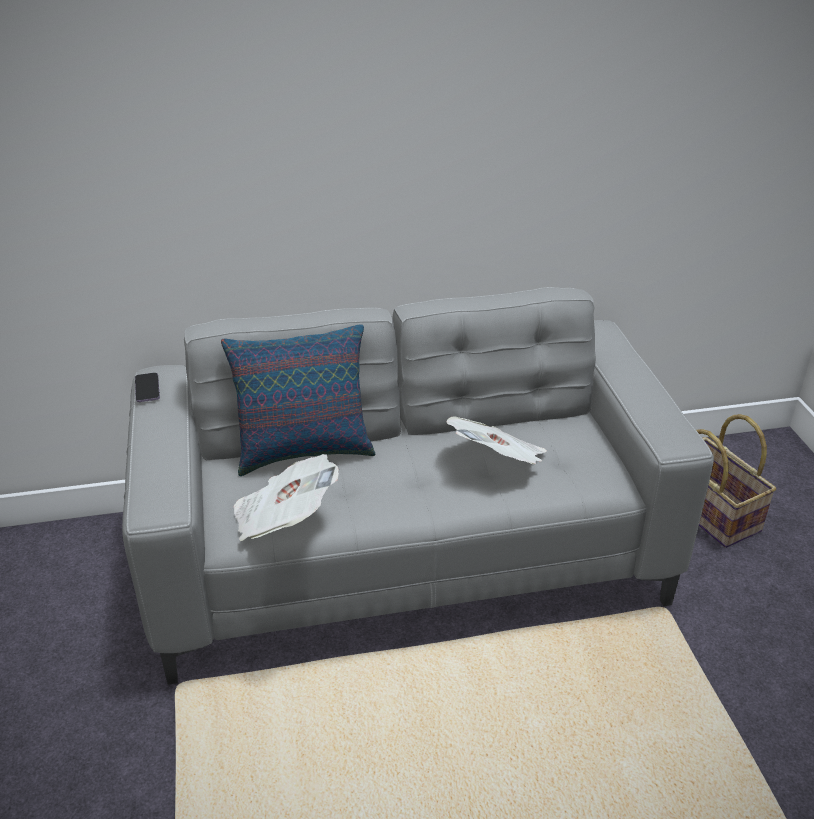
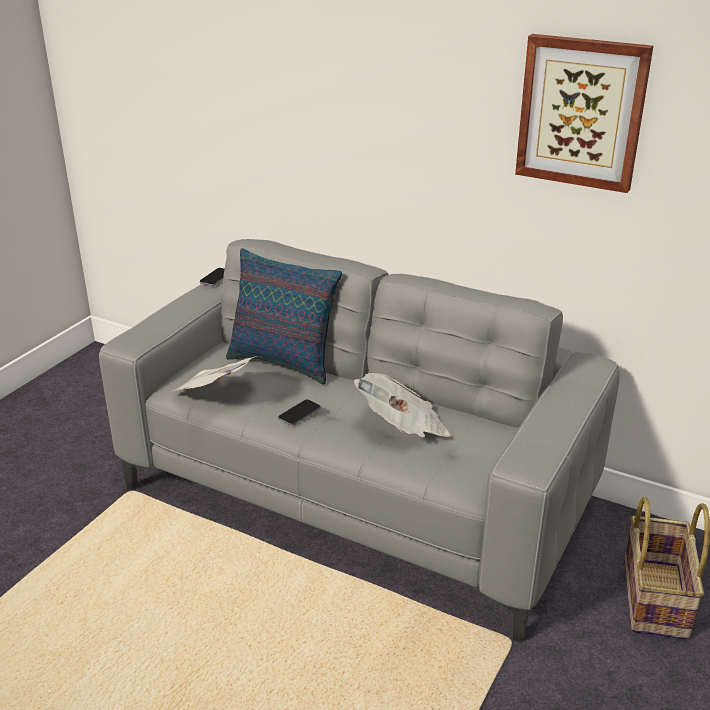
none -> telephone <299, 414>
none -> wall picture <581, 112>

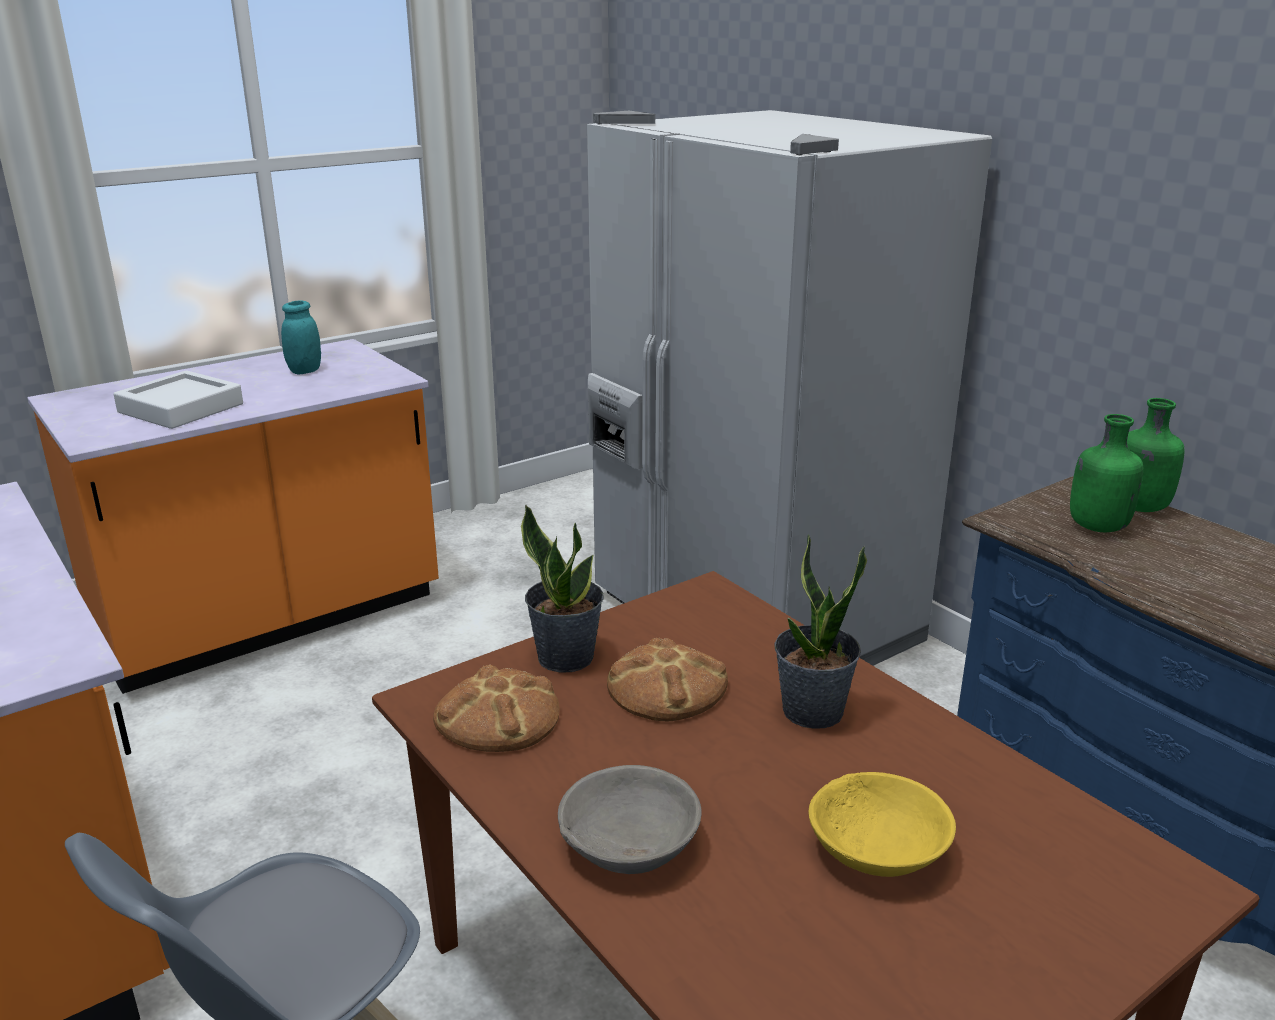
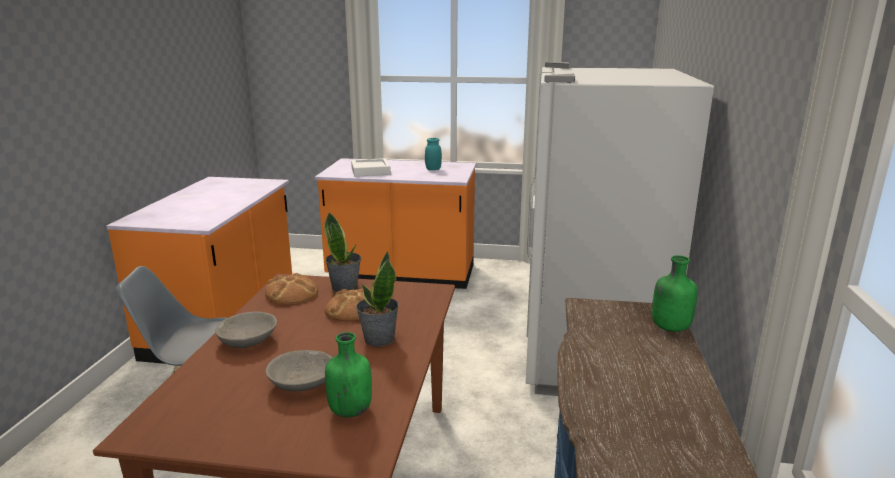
yellow deep dish <877, 849> -> grey deep dish <302, 383>
greenish beverage bottle <1096, 527> -> greenish beverage bottle <350, 410>, move

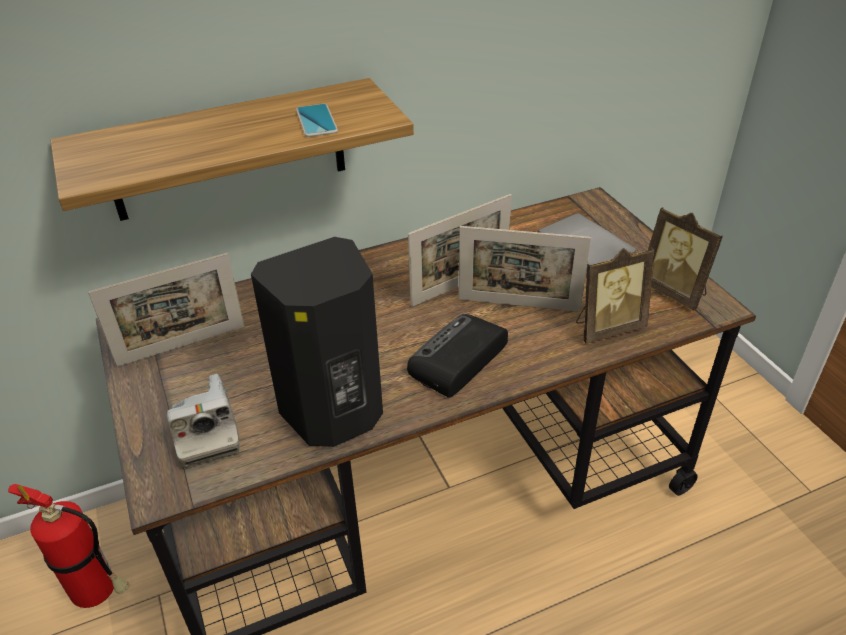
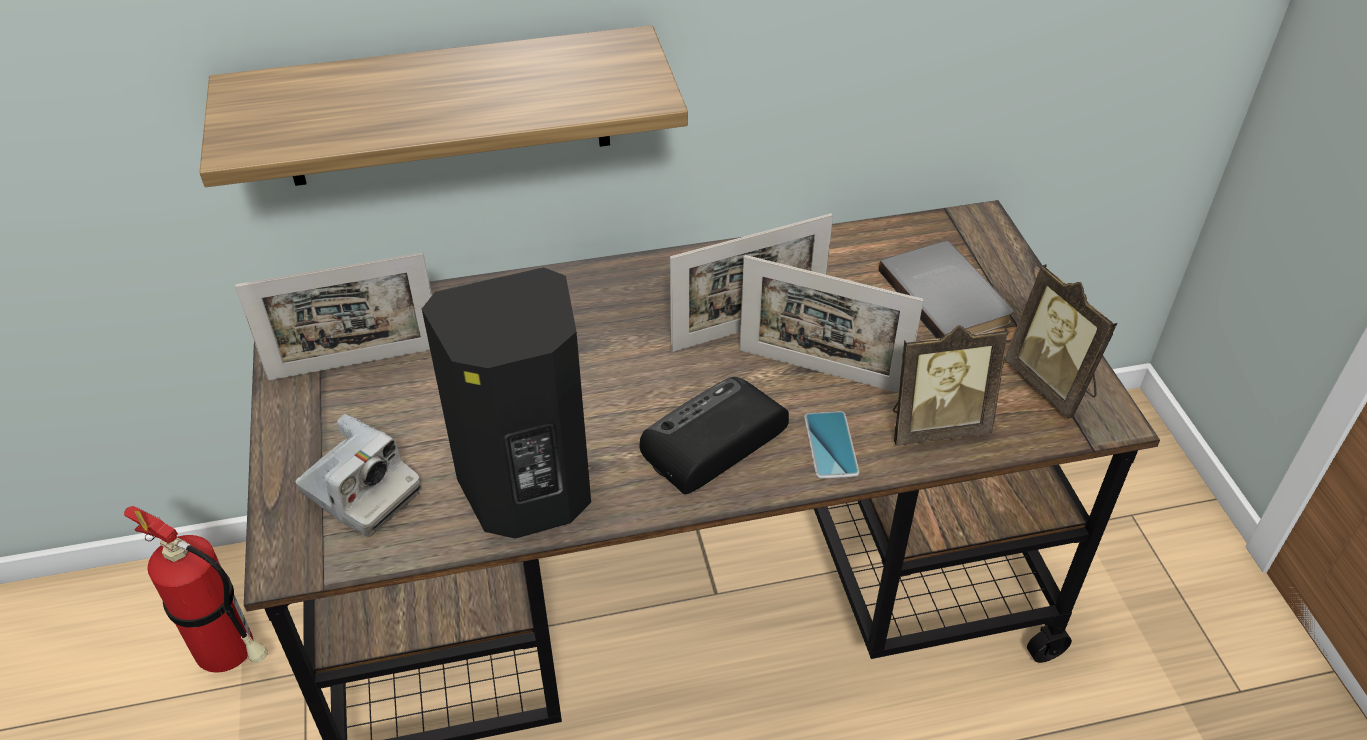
still camera <206, 434> -> still camera <360, 492>, 45 degrees counterclockwise
telephone <316, 121> -> telephone <830, 445>, move

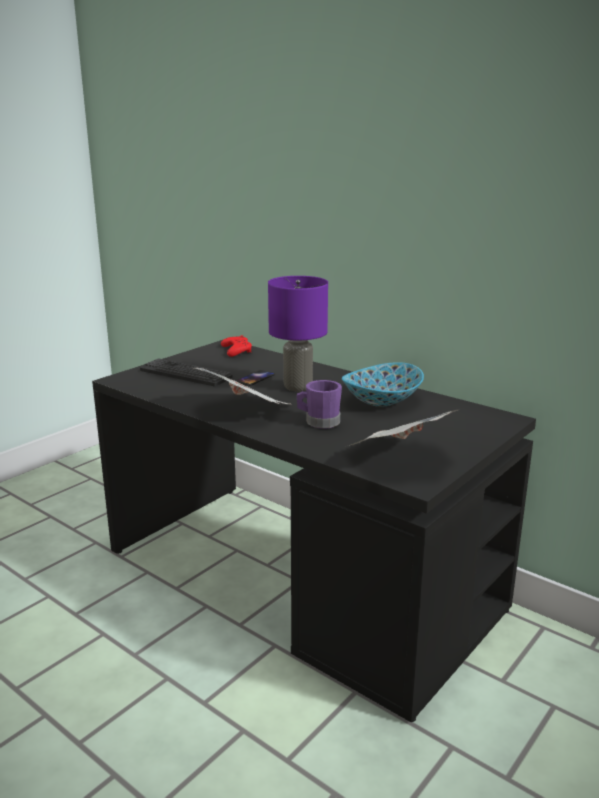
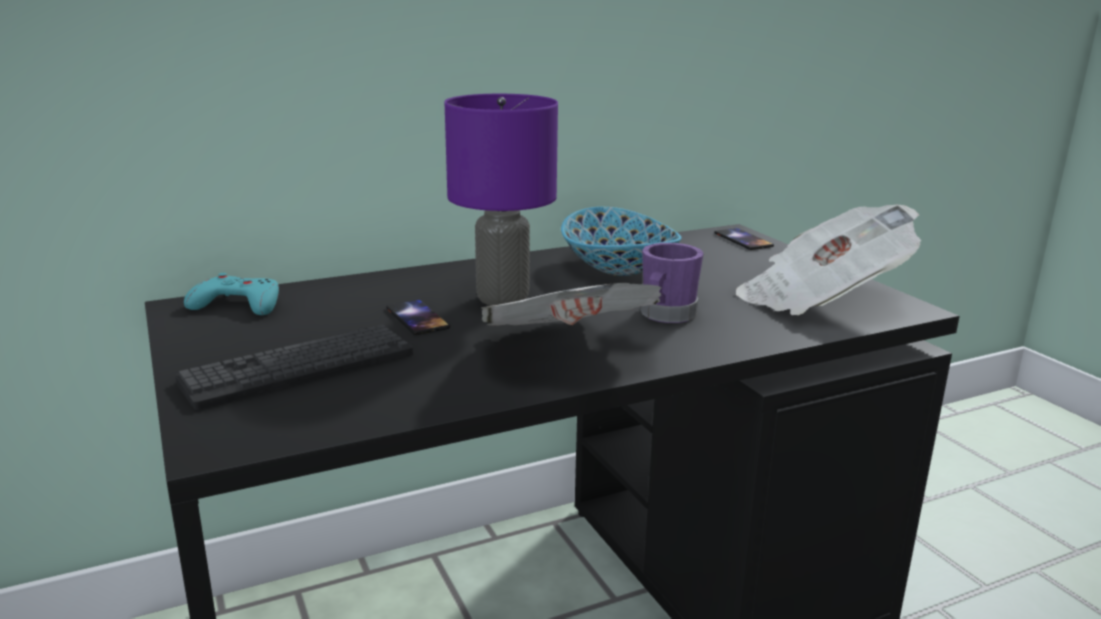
reddish game controller <236, 350> -> blue-green game controller <237, 304>
none -> telephone <743, 240>

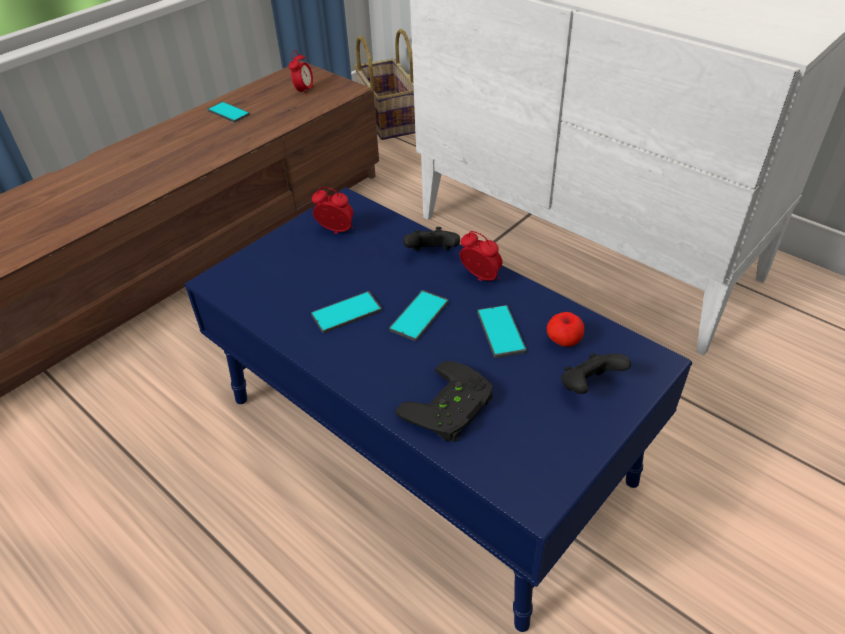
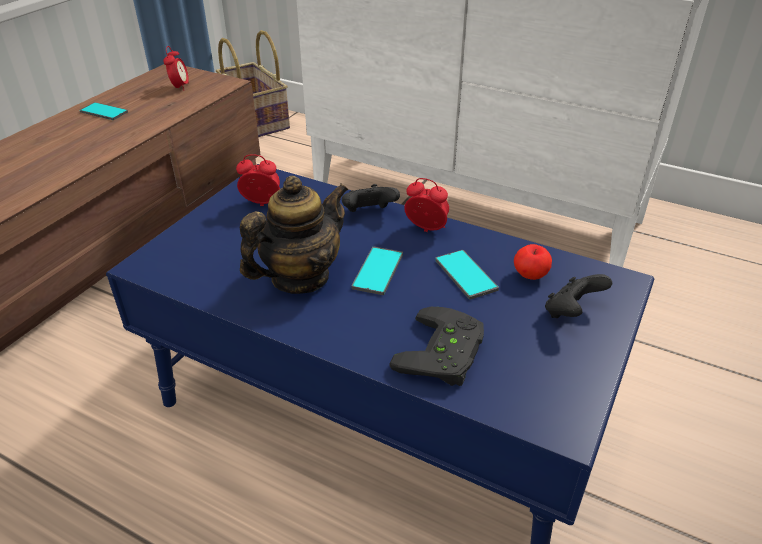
telephone <346, 312> -> tea pot <300, 278>

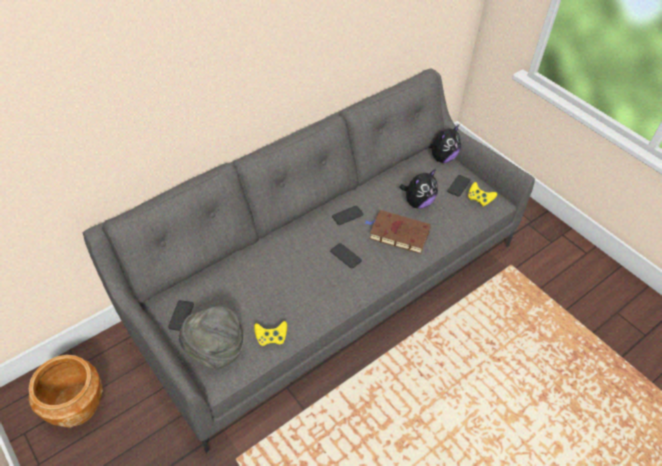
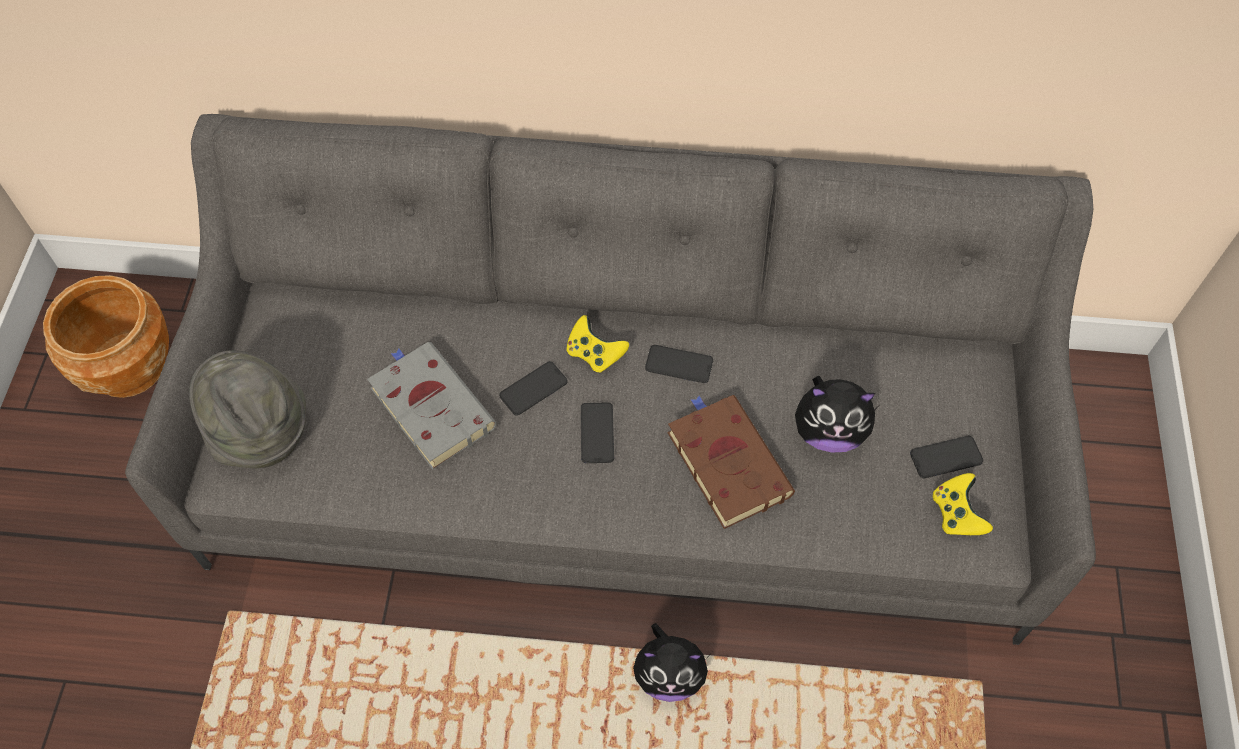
telephone <181, 315> -> telephone <533, 388>, move
yellow game controller <271, 338> -> yellow game controller <594, 354>, move
cuddly toy <442, 158> -> cuddly toy <669, 675>, move
none -> grey bound book <429, 406>

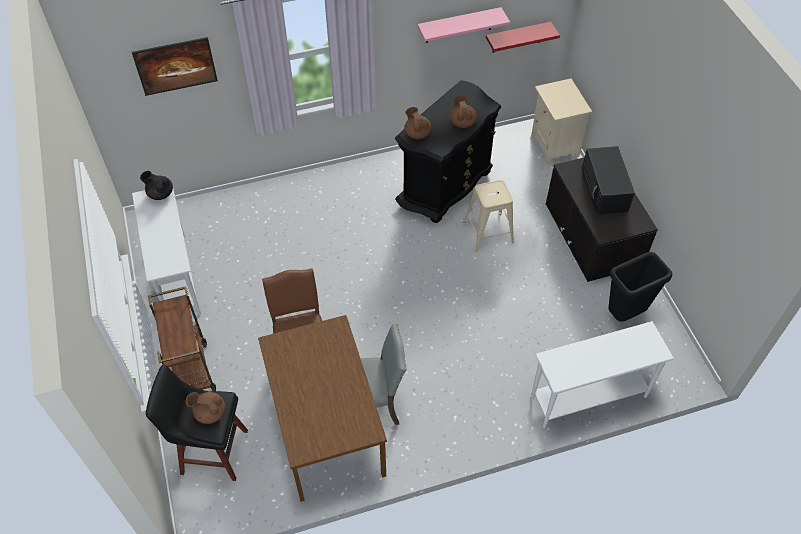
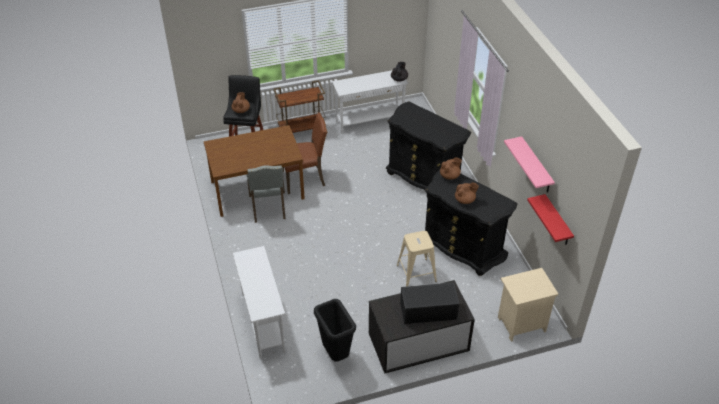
wall picture <178, 76> -> none
none -> black dresser <423, 178>

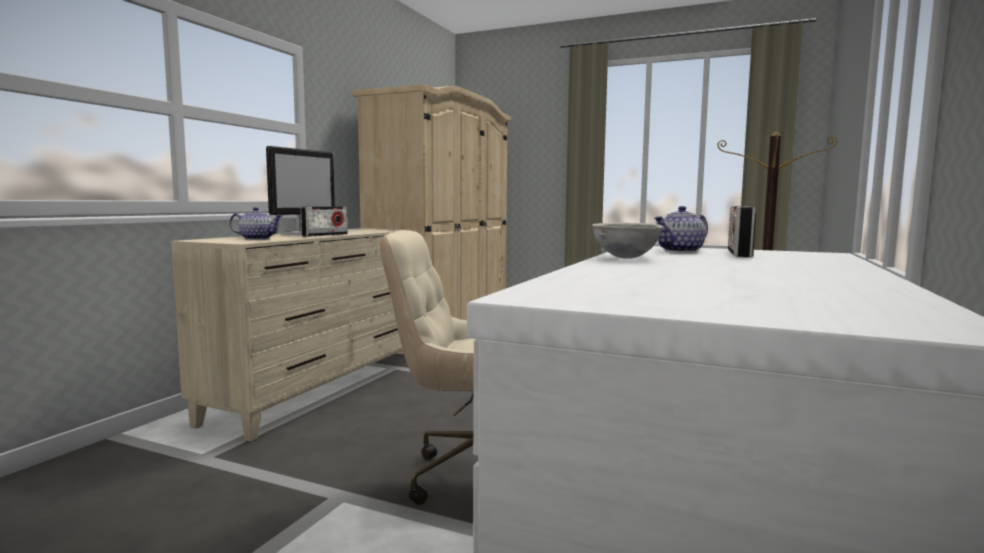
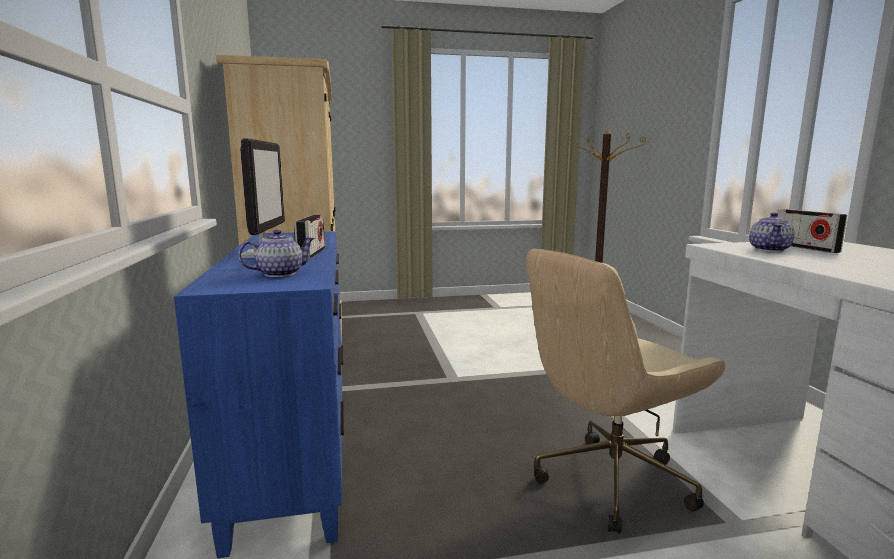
beige dresser <320, 389> -> bluish dresser <294, 441>
grey deep dish <626, 258> -> none

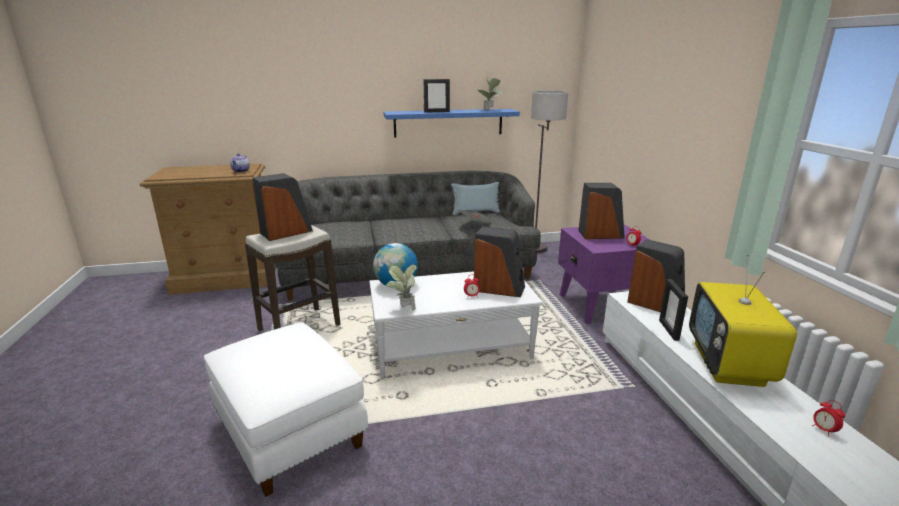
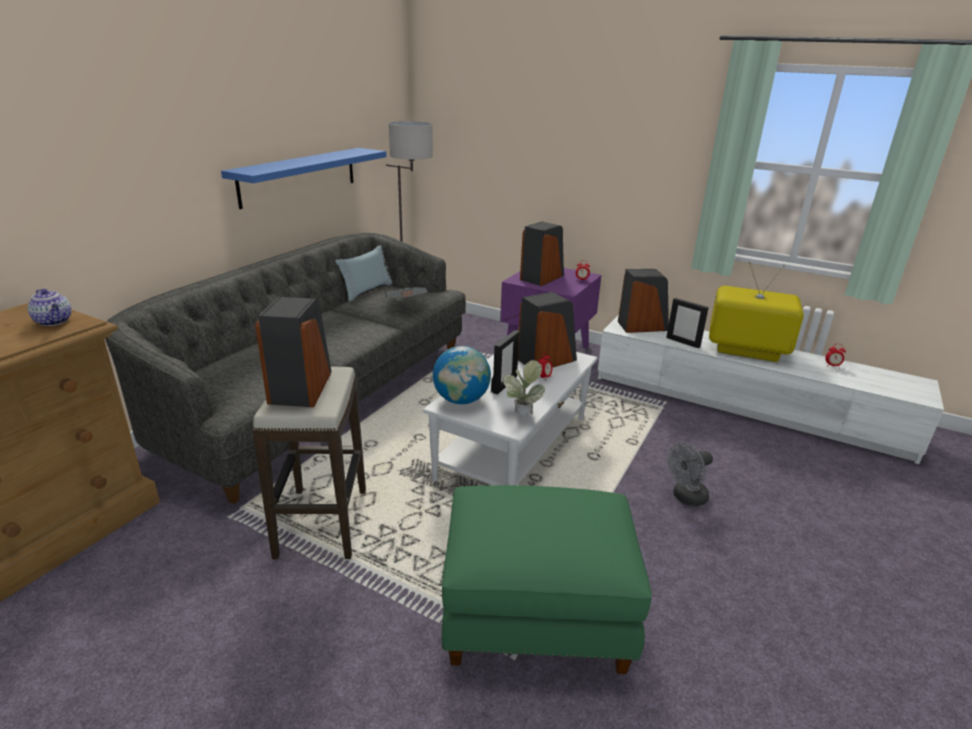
whitish pouffe <288, 433> -> greenish pouffe <535, 616>
photo frame <436, 112> -> photo frame <504, 384>, move
houseplant <490, 110> -> none
TV set <729, 365> -> TV set <745, 350>, 150 degrees clockwise
none -> grey electric fan <686, 498>

